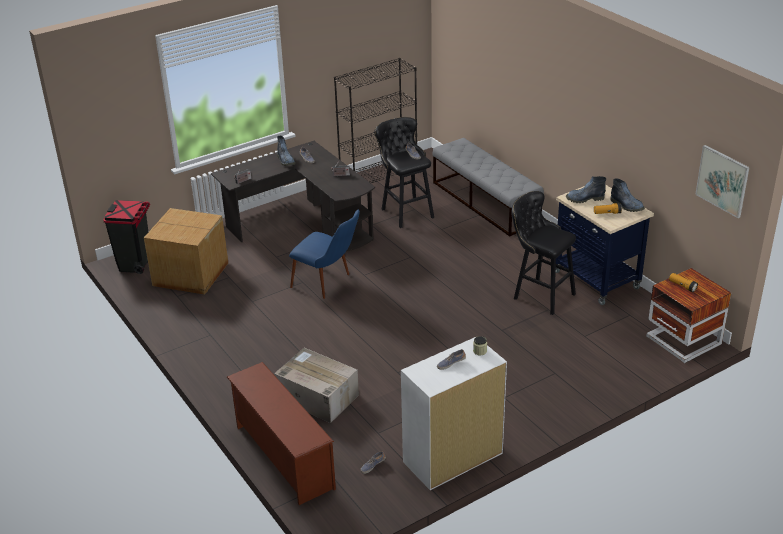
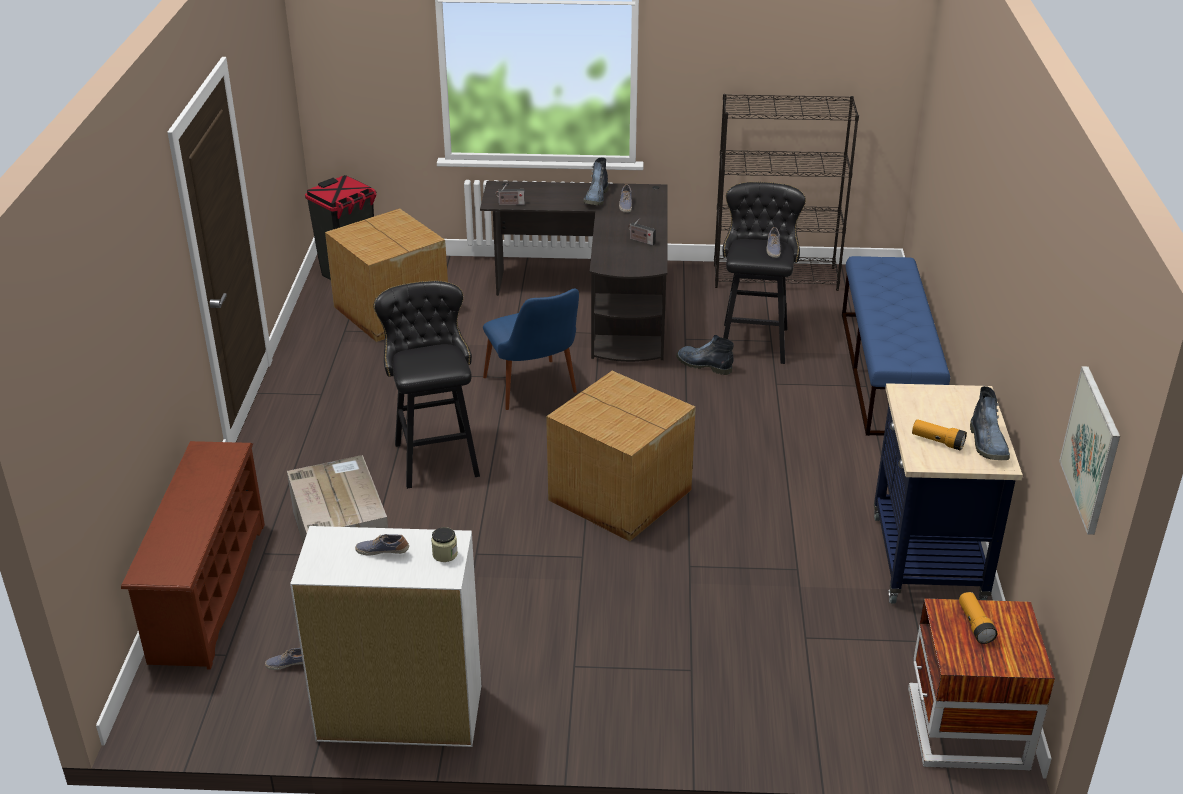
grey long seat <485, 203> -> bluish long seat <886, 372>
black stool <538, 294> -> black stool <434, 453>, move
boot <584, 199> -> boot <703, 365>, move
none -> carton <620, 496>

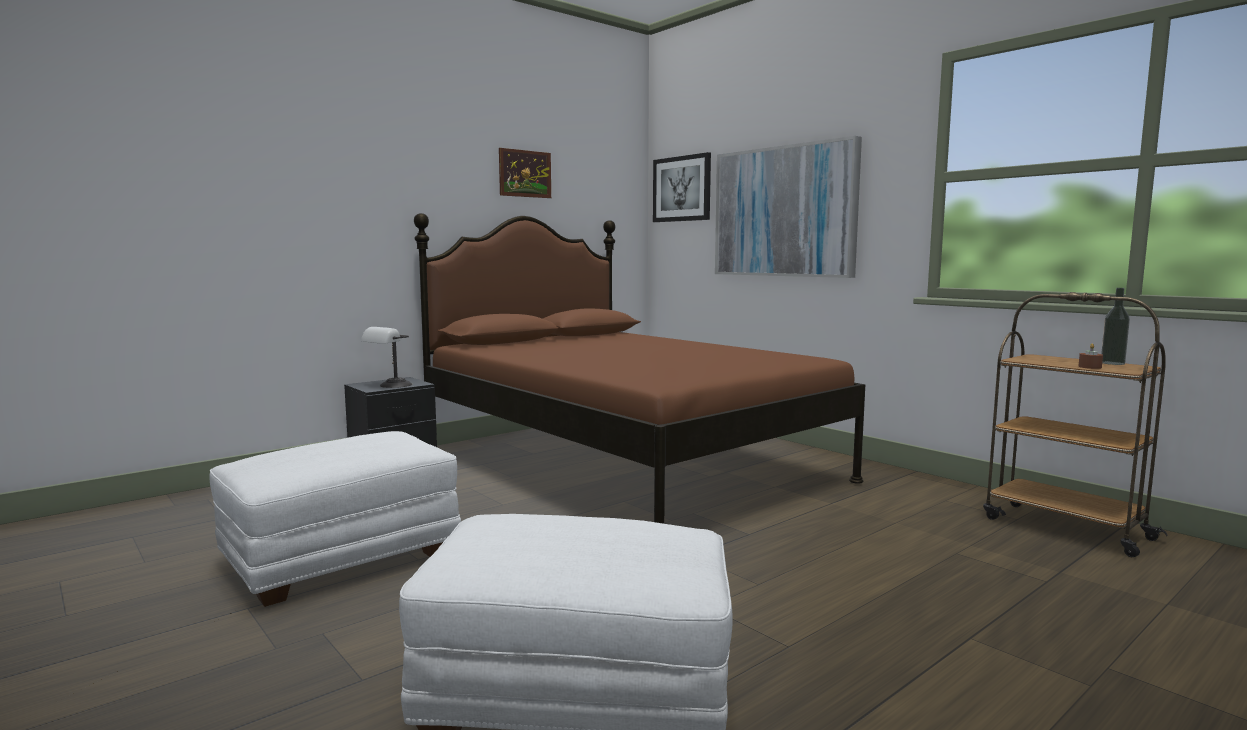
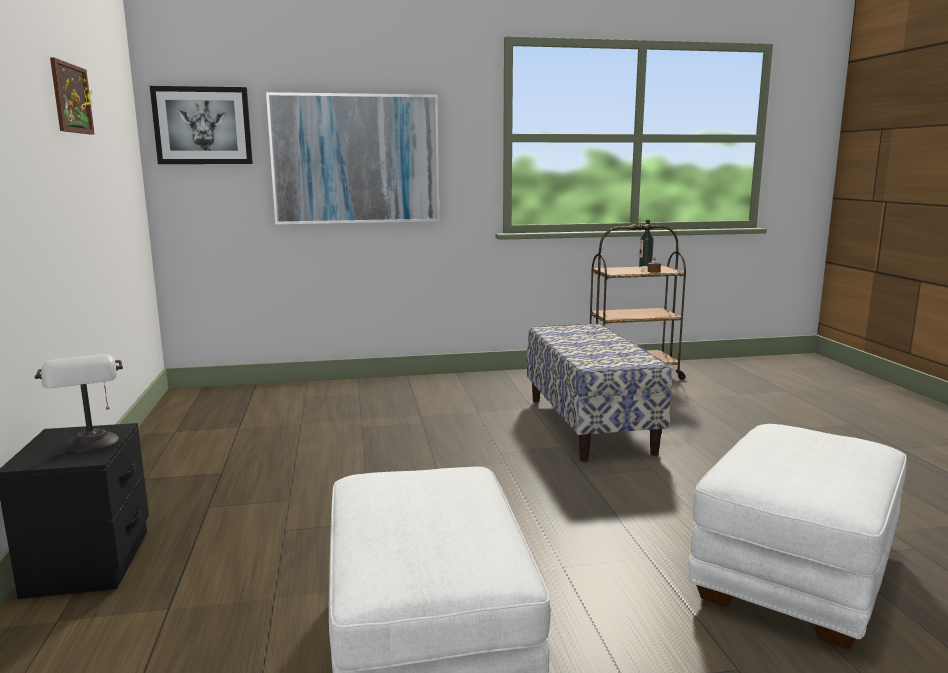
brownish bedroom bed <626, 465> -> none
none -> long seat <588, 425>

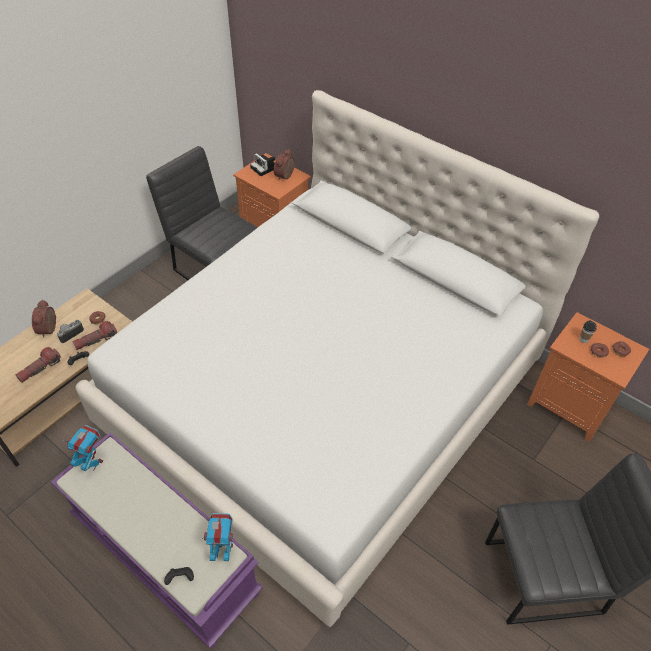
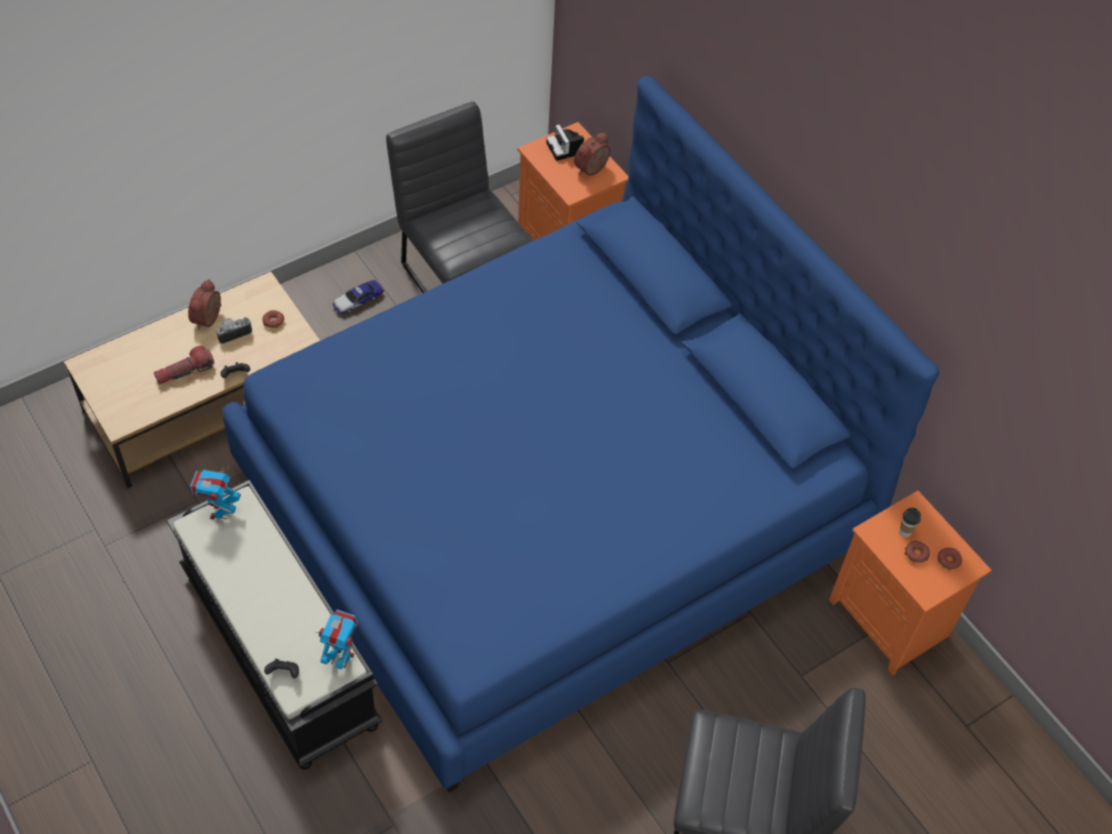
purple long seat <167, 553> -> black long seat <282, 648>
model robot <93, 463> -> model robot <220, 512>, 120 degrees counterclockwise
flashlight <96, 340> -> none
whitish bedroom bed <325, 393> -> bluish bedroom bed <551, 503>
none -> toy car <358, 300>

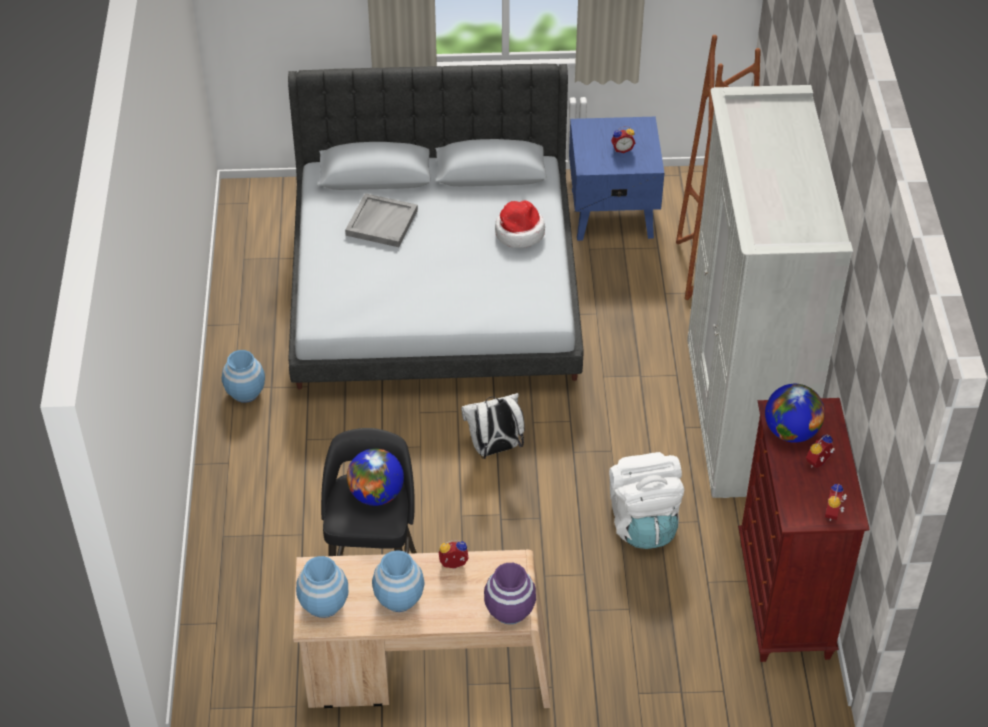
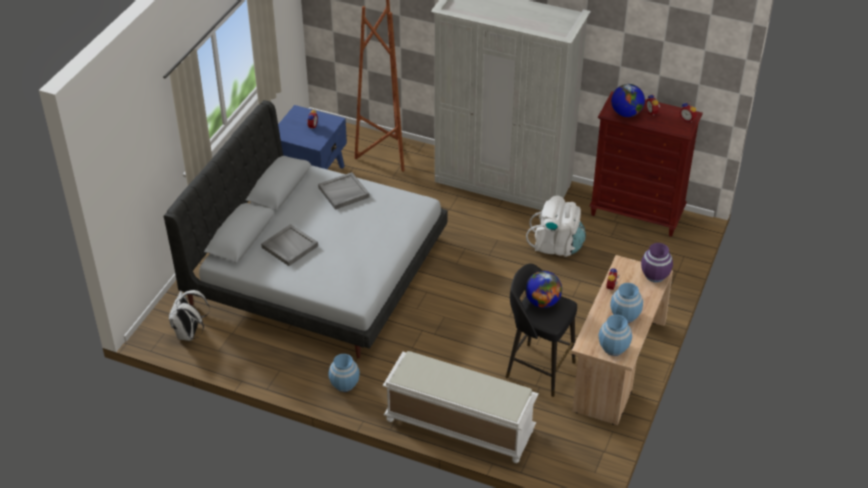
whitish knapsack <494, 449> -> whitish knapsack <189, 334>, move
hat <518, 232> -> grey serving tray <343, 193>
none -> whitish long seat <458, 426>

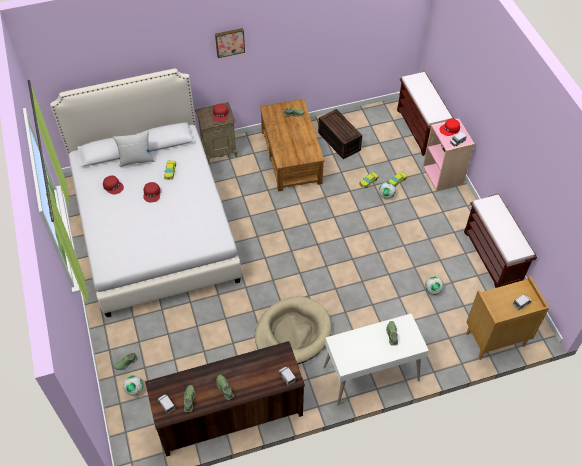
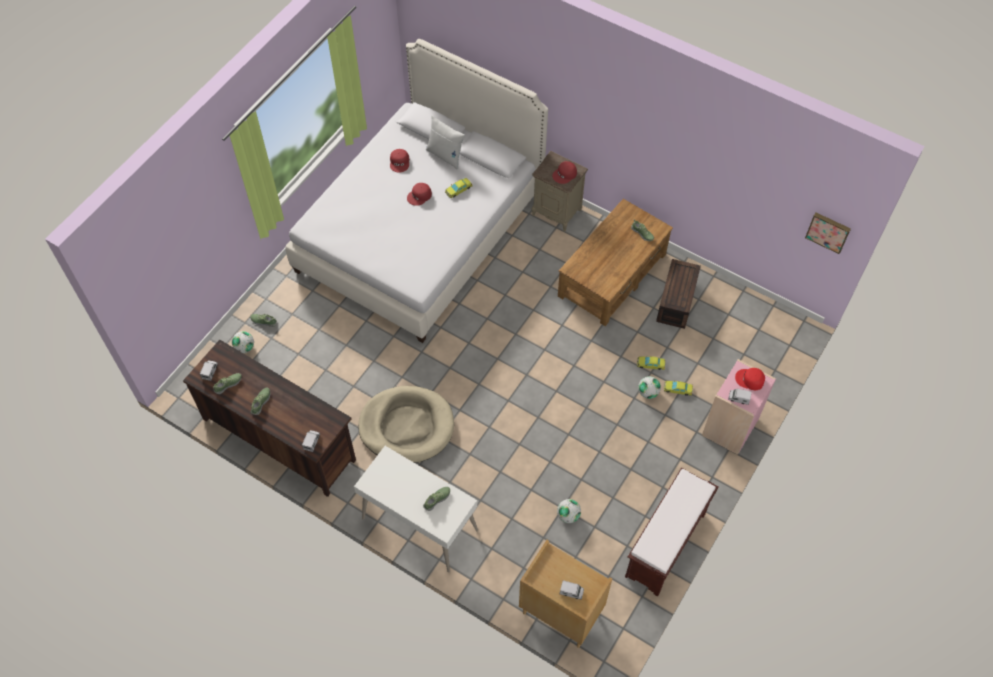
wall picture <229, 42> -> wall picture <828, 231>, move
brownish long seat <421, 130> -> none

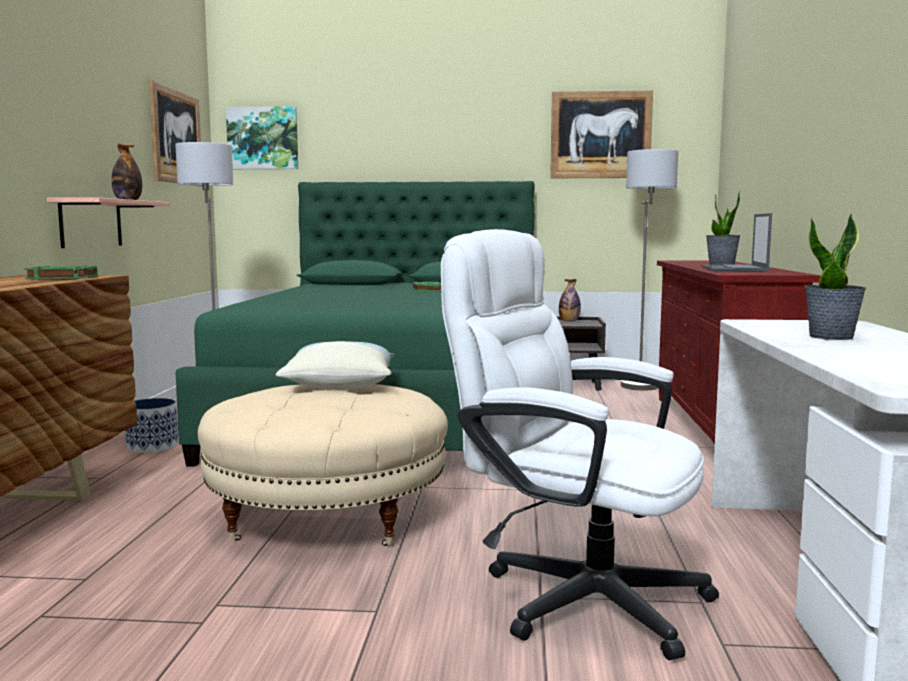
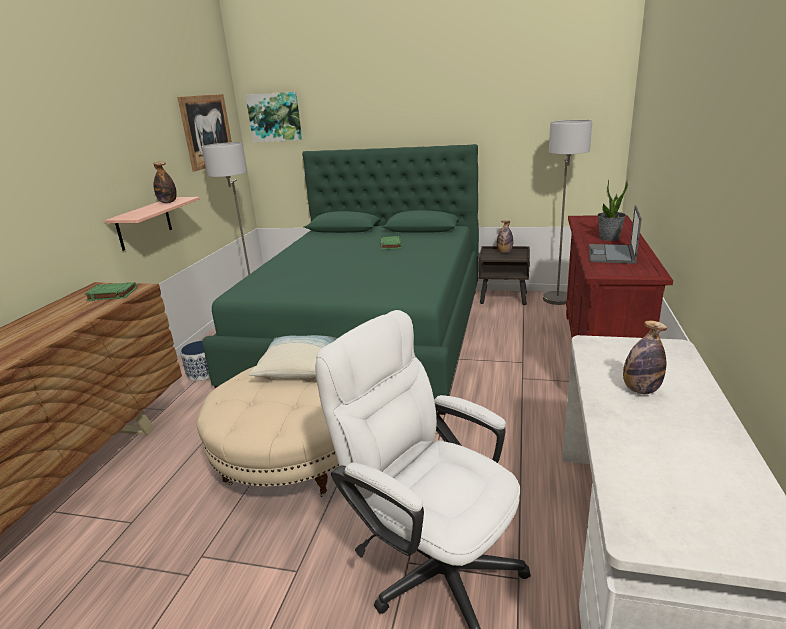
wall picture <600, 135> -> none
houseplant <831, 337> -> beverage bottle <640, 390>

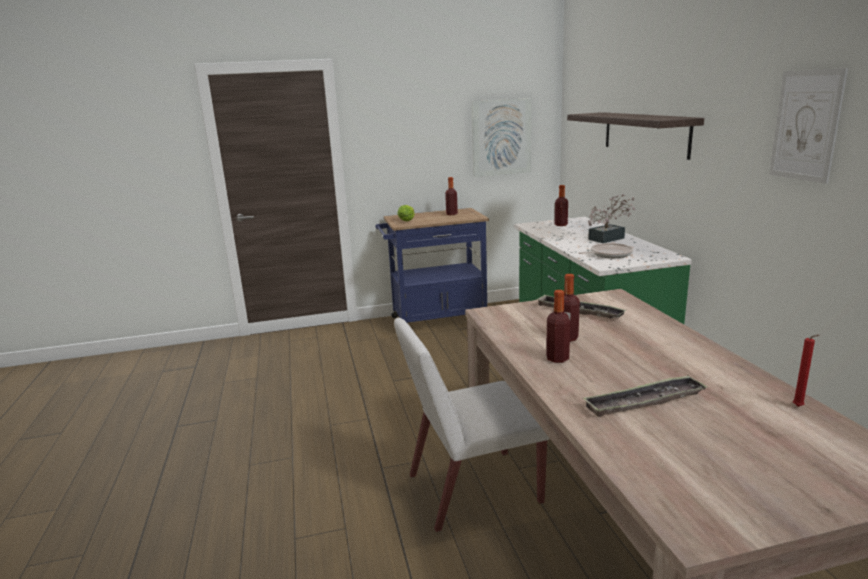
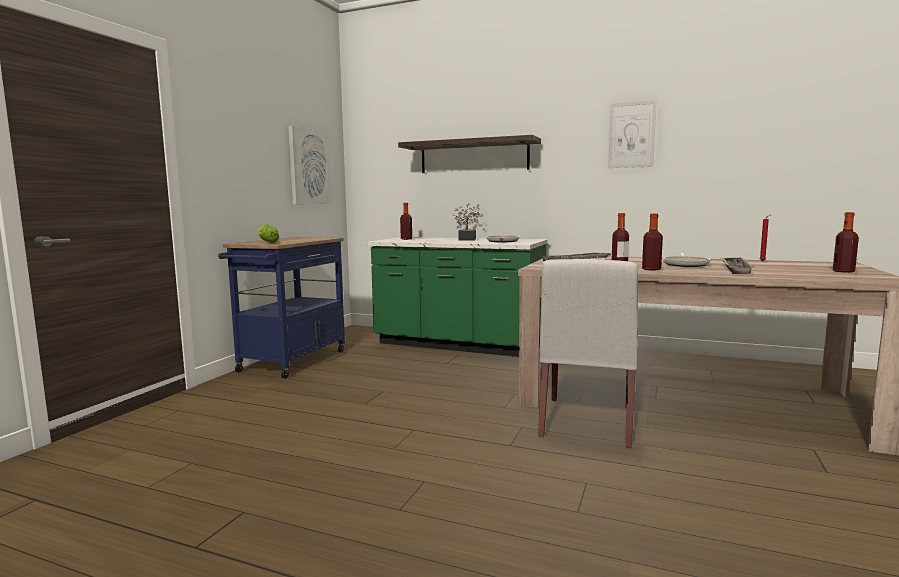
beverage bottle <451, 214> -> beverage bottle <843, 271>, move
none -> skillet <685, 265>

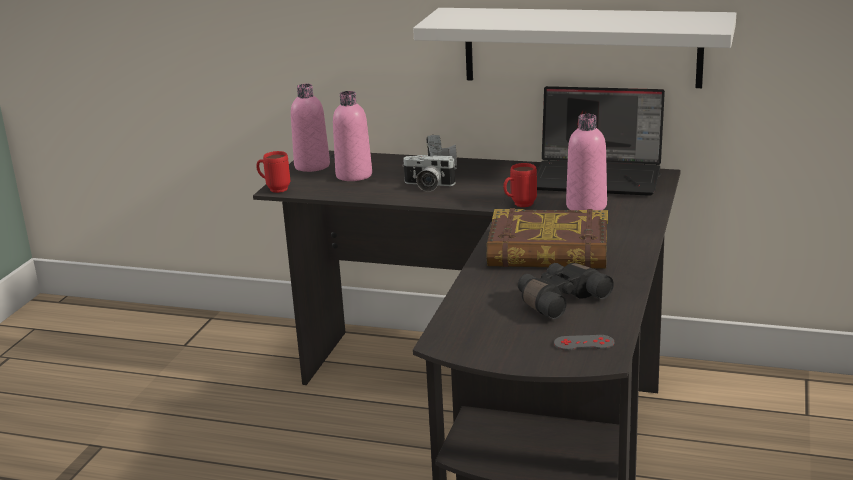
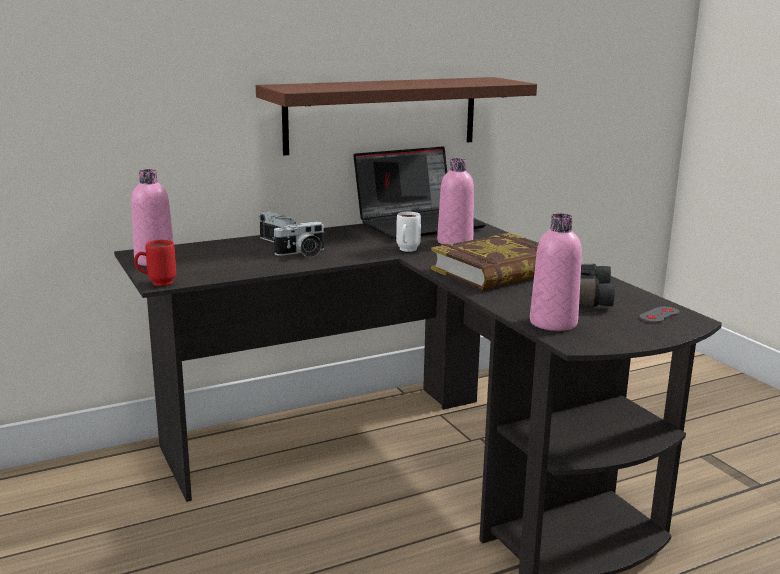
pink beverage bottle <354, 175> -> pink beverage bottle <553, 323>, move
whitish shelf <581, 47> -> brownish shelf <382, 114>
reddish mug <519, 205> -> whitish mug <406, 251>

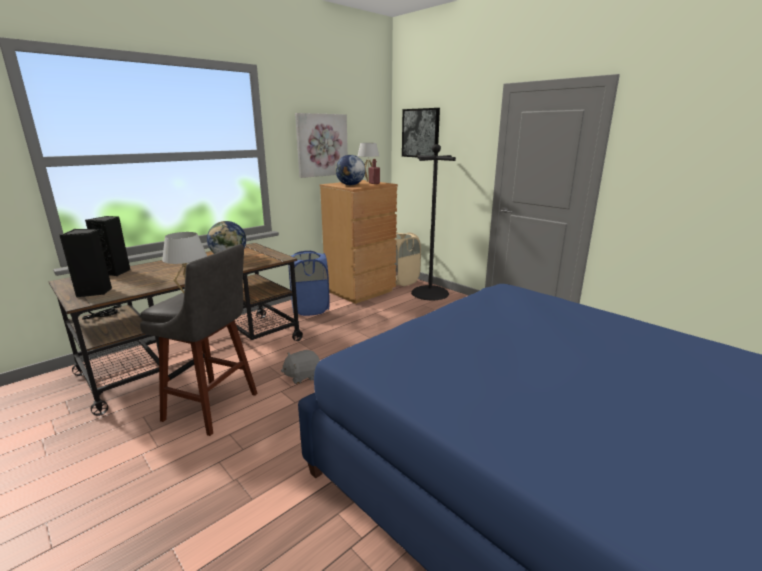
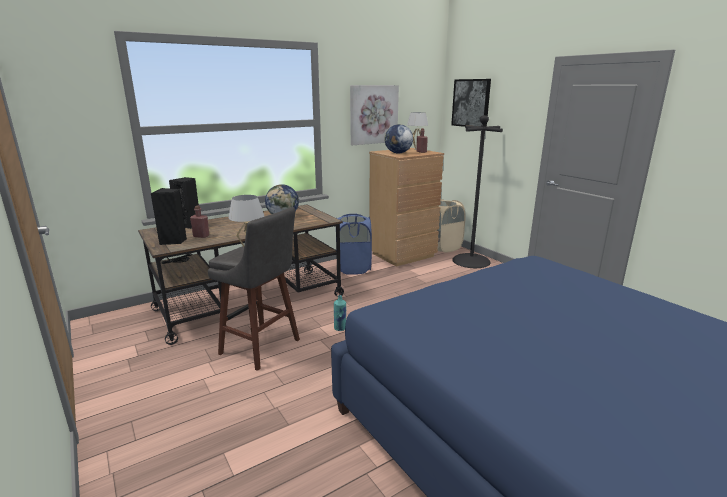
grey cuddly toy <302, 376> -> blue-green beverage bottle <340, 328>
none -> reddish beverage bottle <201, 236>

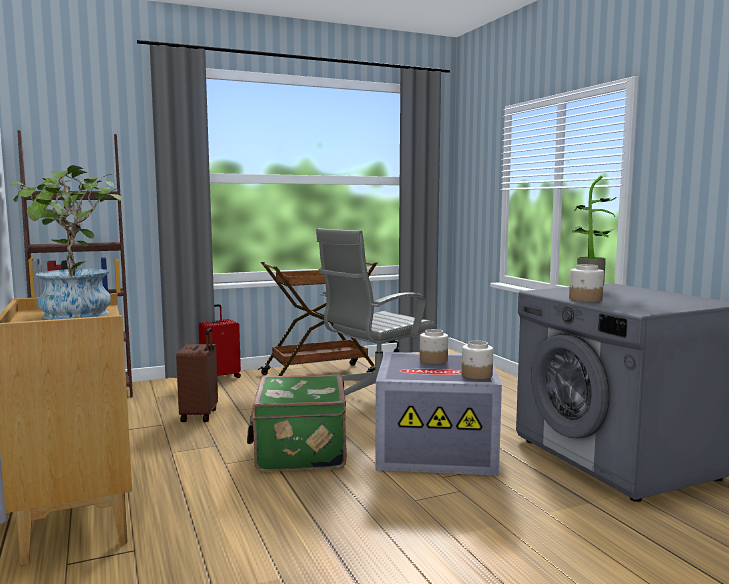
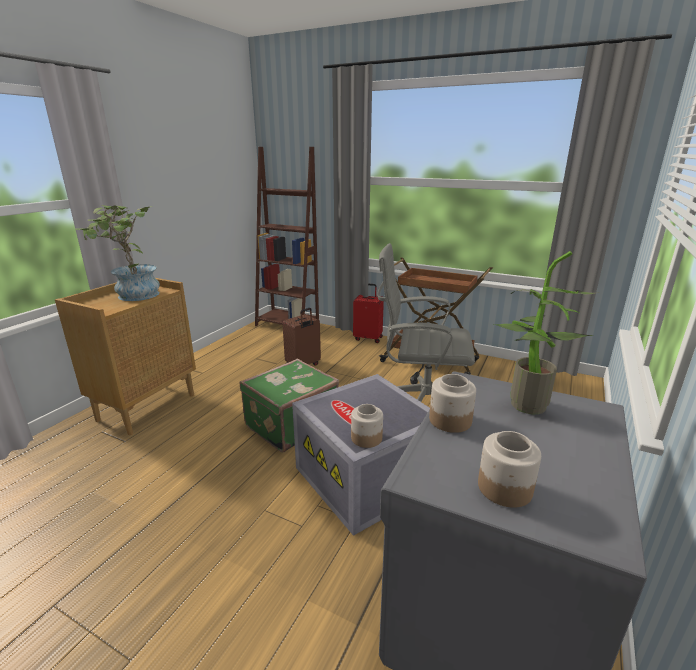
storage jar <433, 360> -> storage jar <504, 488>, move

